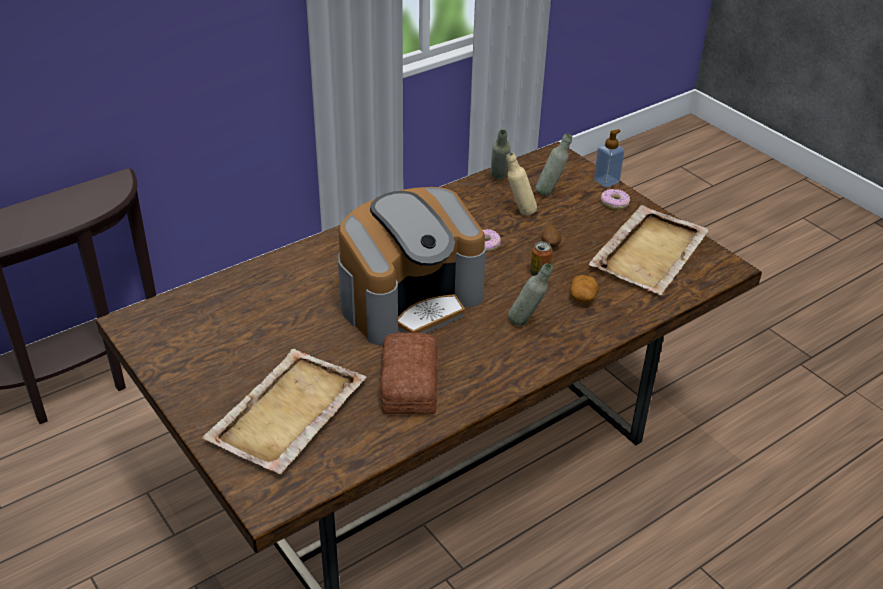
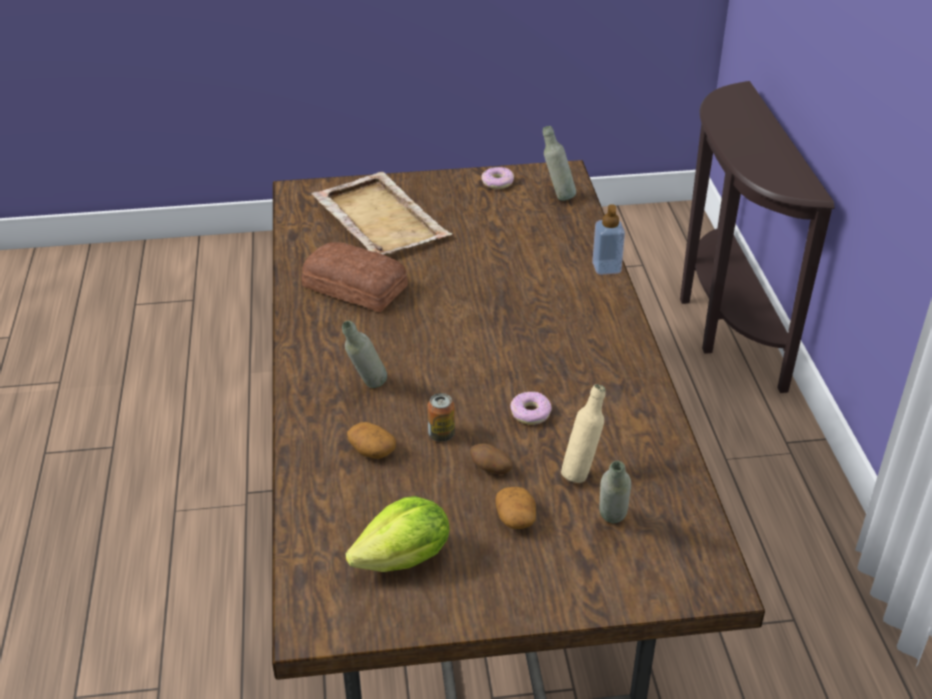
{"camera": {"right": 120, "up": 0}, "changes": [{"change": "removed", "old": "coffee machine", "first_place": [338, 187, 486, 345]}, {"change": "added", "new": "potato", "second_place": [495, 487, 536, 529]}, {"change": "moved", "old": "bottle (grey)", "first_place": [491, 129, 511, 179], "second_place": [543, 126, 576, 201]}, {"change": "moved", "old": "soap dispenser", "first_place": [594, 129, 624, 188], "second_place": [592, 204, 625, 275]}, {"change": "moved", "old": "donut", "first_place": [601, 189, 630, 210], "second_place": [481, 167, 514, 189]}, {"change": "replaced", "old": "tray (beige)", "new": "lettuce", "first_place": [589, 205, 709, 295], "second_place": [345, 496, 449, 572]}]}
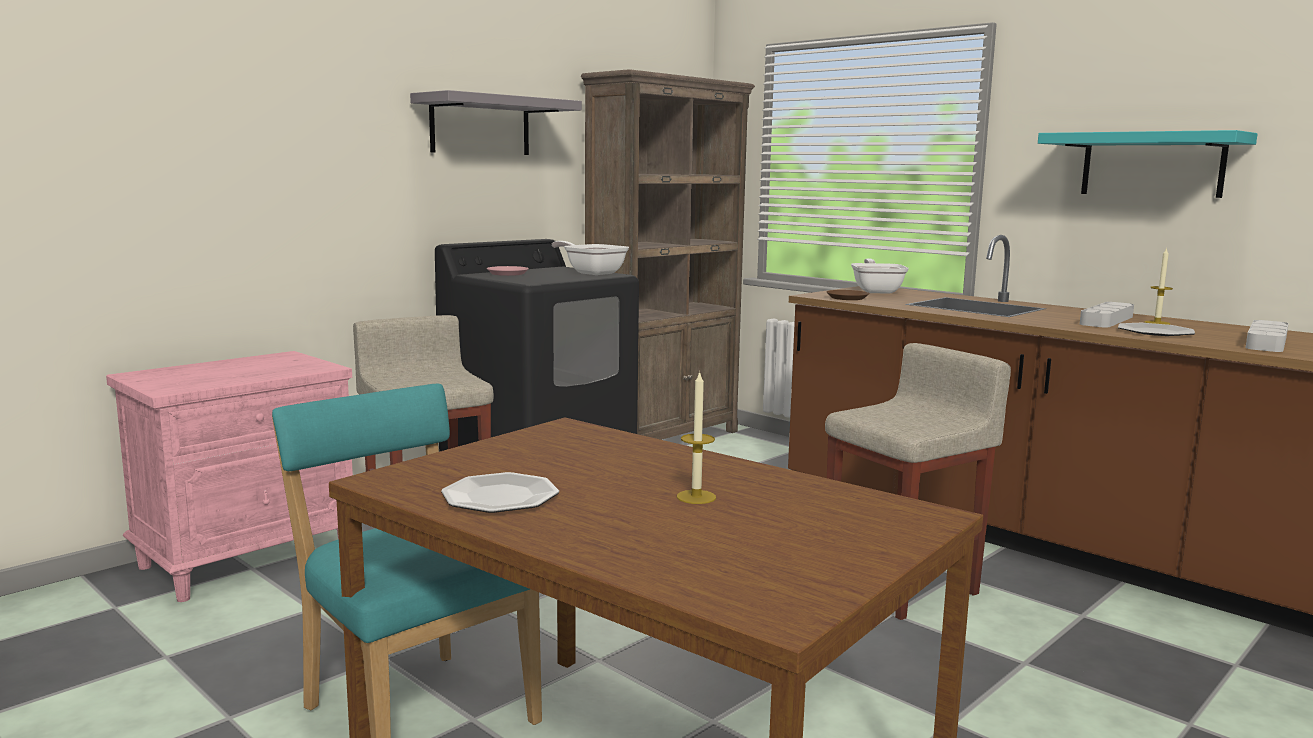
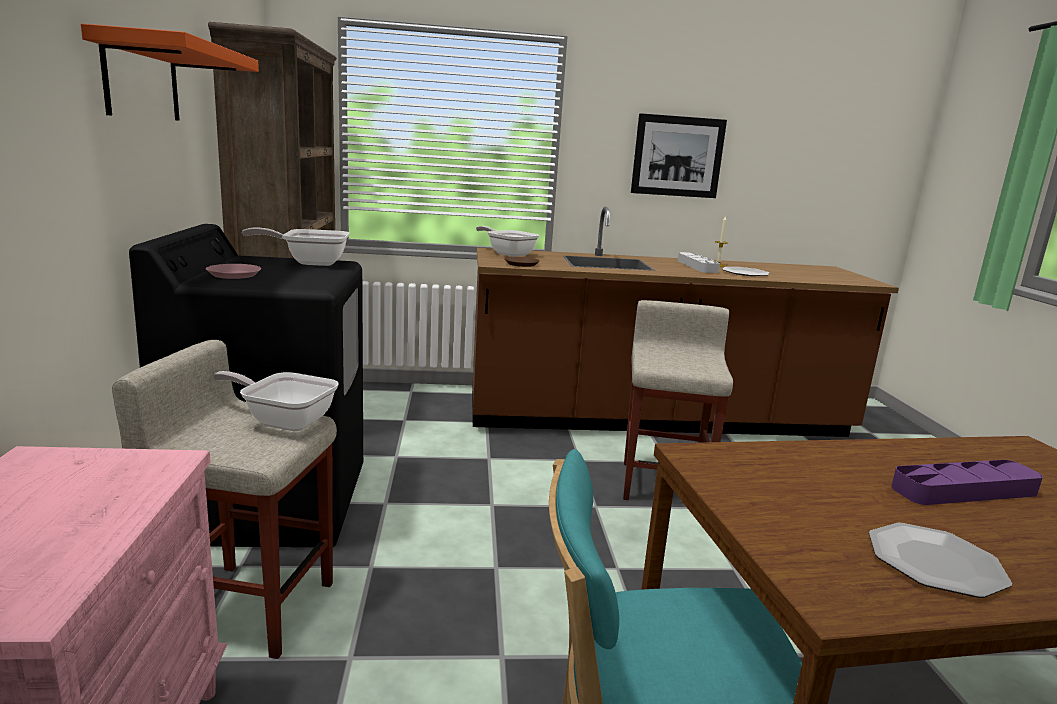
{"camera": {"right": -50, "up": 5}, "changes": [{"change": "removed", "old": "tray (grey)", "first_place": [1246, 320, 1289, 352]}, {"change": "added", "new": "frying pan", "second_place": [213, 371, 339, 431]}, {"change": "replaced", "old": "candle", "new": "tray (purple)", "first_place": [677, 371, 716, 504], "second_place": [891, 460, 1043, 505]}, {"change": "replaced", "old": "shelf (turquoise)", "new": "picture", "first_place": [1038, 130, 1258, 198], "second_place": [631, 113, 727, 198]}, {"change": "recoloured", "old": "shelf (grey)", "new": "shelf (orange)", "first_place": [410, 90, 582, 155], "second_place": [81, 23, 259, 121]}]}
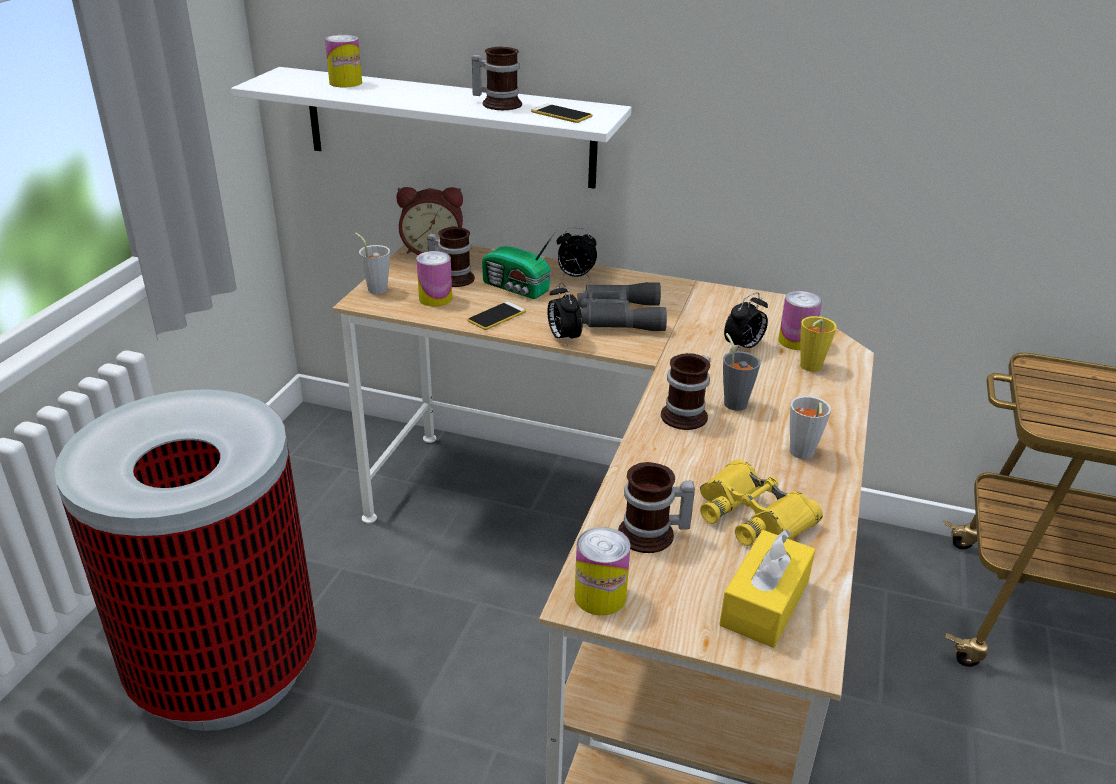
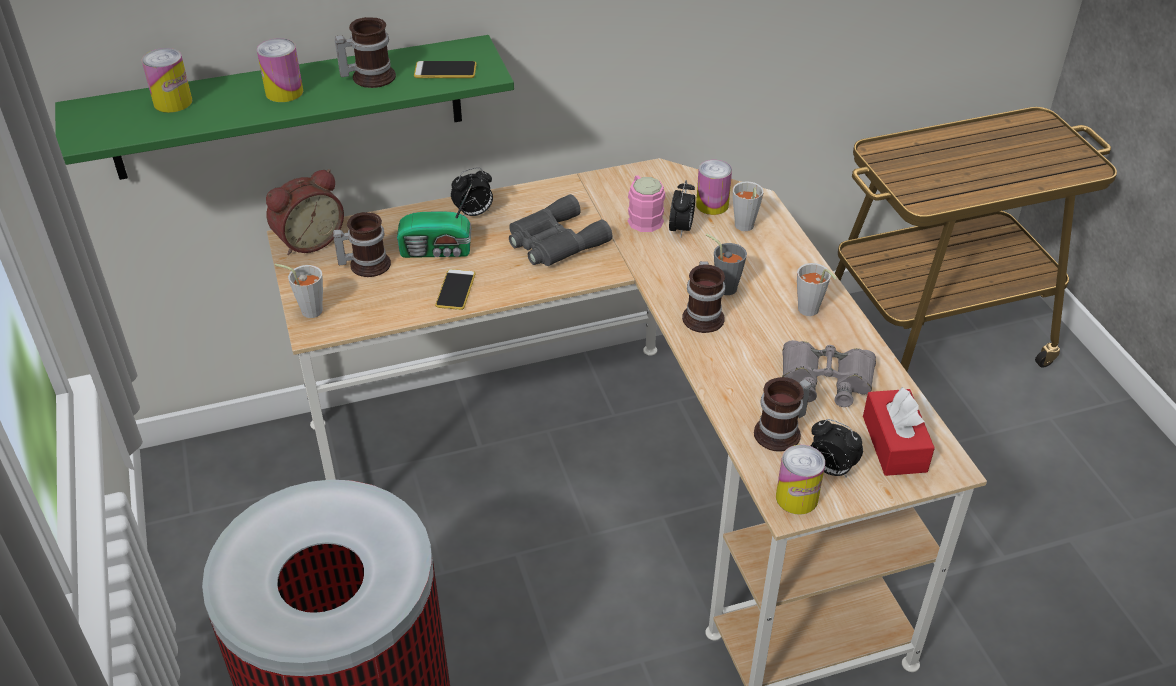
{"camera": {"right": -35, "up": 10}, "changes": [{"change": "added", "new": "mug (pink)", "second_place": [628, 175, 665, 232]}, {"change": "moved", "old": "can", "first_place": [416, 251, 452, 306], "second_place": [257, 38, 303, 102]}, {"change": "moved", "old": "alarm clock", "first_place": [547, 282, 583, 346], "second_place": [811, 419, 863, 478]}, {"change": "recoloured", "old": "shelf (white)", "new": "shelf (green)", "first_place": [231, 67, 632, 189], "second_place": [55, 35, 514, 180]}, {"change": "recoloured", "old": "binoculars (yellow)", "new": "binoculars (grey)", "first_place": [700, 459, 823, 546], "second_place": [782, 340, 876, 407]}, {"change": "recoloured", "old": "tissue box (yellow)", "new": "tissue box (red)", "first_place": [719, 529, 815, 648], "second_place": [863, 387, 935, 476]}, {"change": "recoloured", "old": "cup (yellow)", "new": "cup (grey)", "first_place": [800, 316, 837, 372], "second_place": [733, 181, 764, 231]}]}
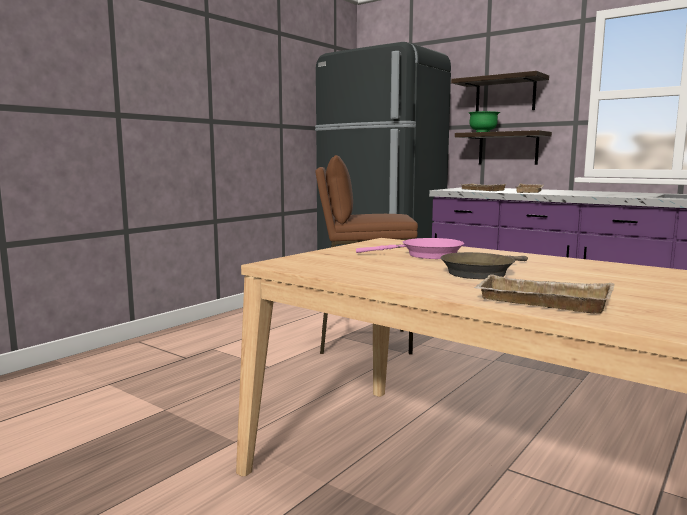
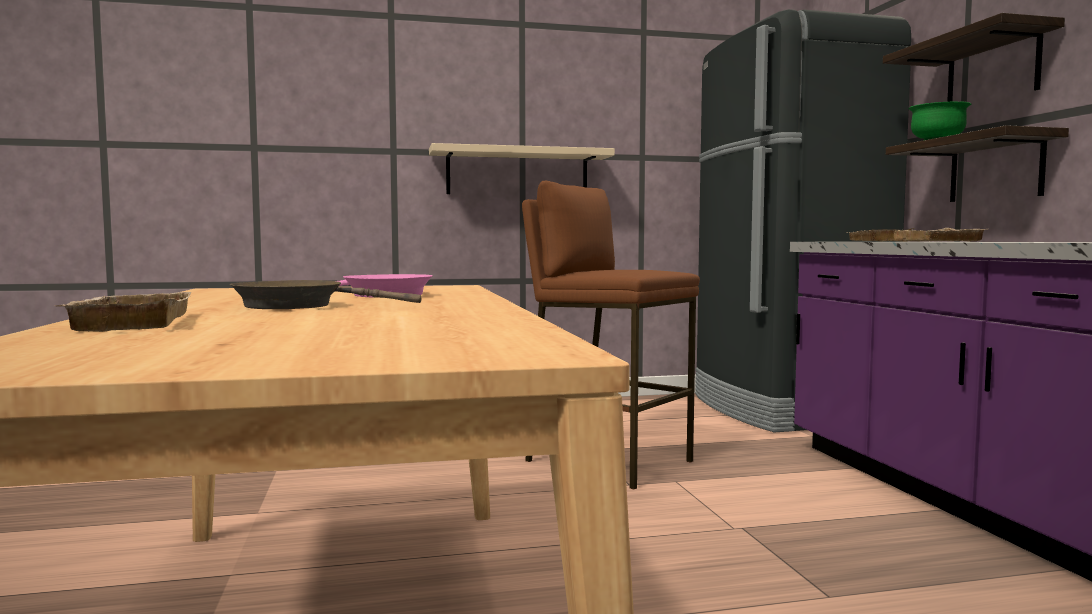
{"camera": {"right": 40, "up": -5}, "changes": [{"change": "added", "new": "shelf (beige)", "second_place": [429, 143, 615, 194]}]}
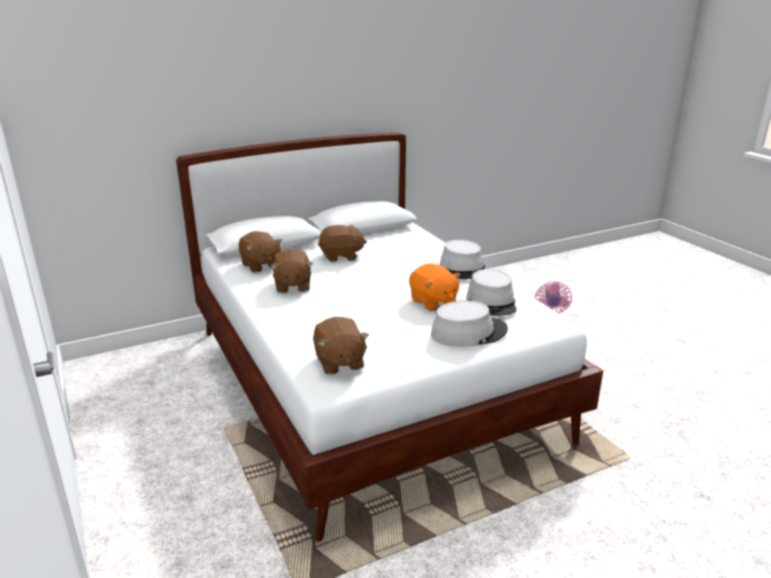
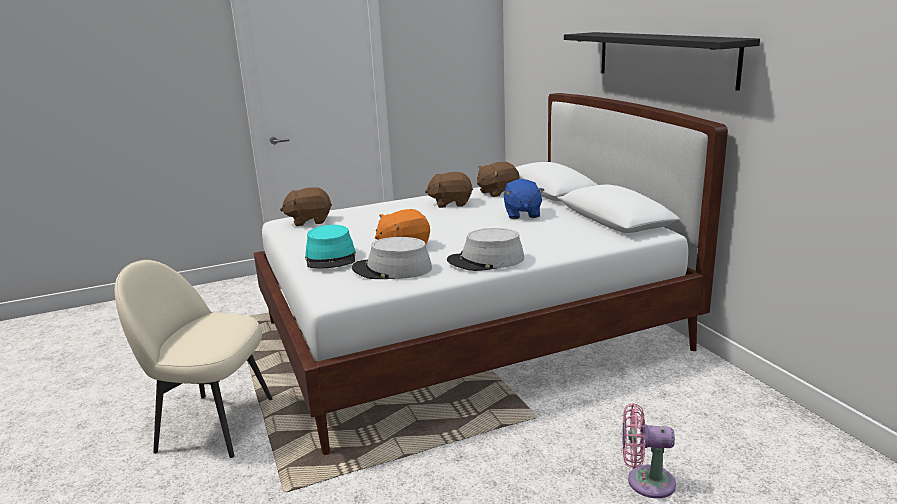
{"camera": {"right": 95, "up": -5}, "changes": [{"change": "added", "new": "chair (beige)", "second_place": [115, 260, 273, 458]}, {"change": "added", "new": "shelf (black)", "second_place": [564, 32, 760, 91]}, {"change": "recoloured", "old": "plush toy (brown)", "new": "plush toy (blue)", "first_place": [318, 224, 367, 262], "second_place": [504, 179, 544, 219]}, {"change": "recoloured", "old": "hat (grey)", "new": "hat (turquoise)", "first_place": [431, 301, 508, 347], "second_place": [305, 225, 356, 268]}]}
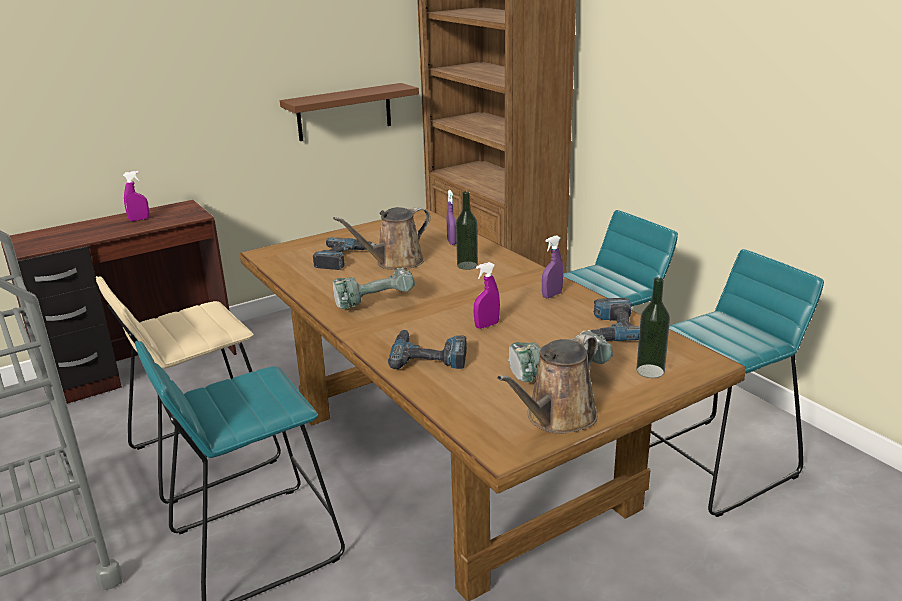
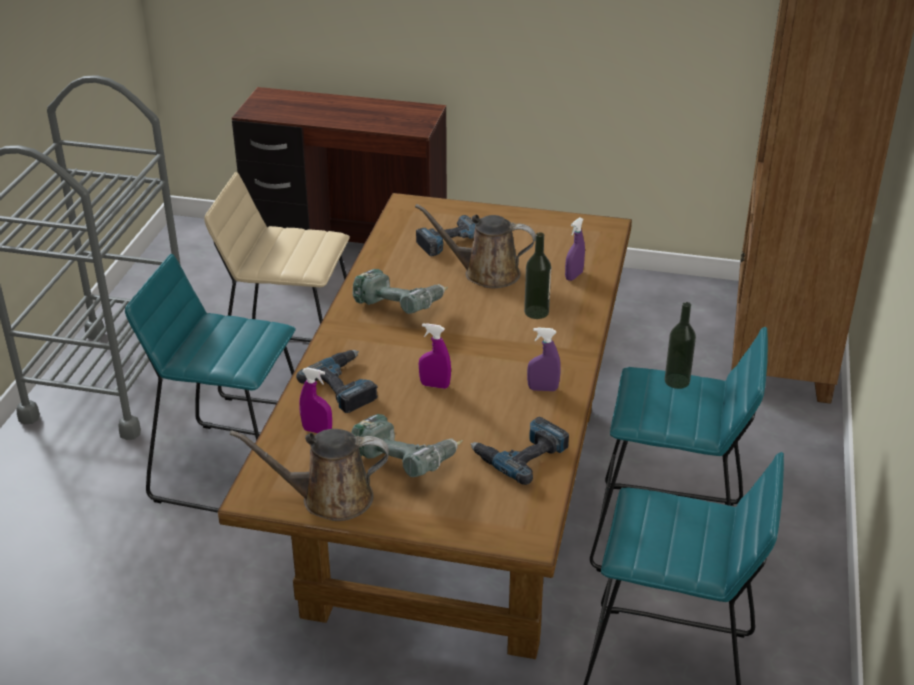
{"camera": {"right": 45, "up": 10}, "changes": [{"change": "removed", "old": "shelf (brown)", "first_place": [280, 83, 419, 141]}, {"change": "moved", "old": "spray bottle (purple)", "first_place": [123, 171, 149, 221], "second_place": [300, 367, 332, 433]}, {"change": "moved", "old": "bottle", "first_place": [636, 277, 670, 378], "second_place": [664, 302, 696, 389]}]}
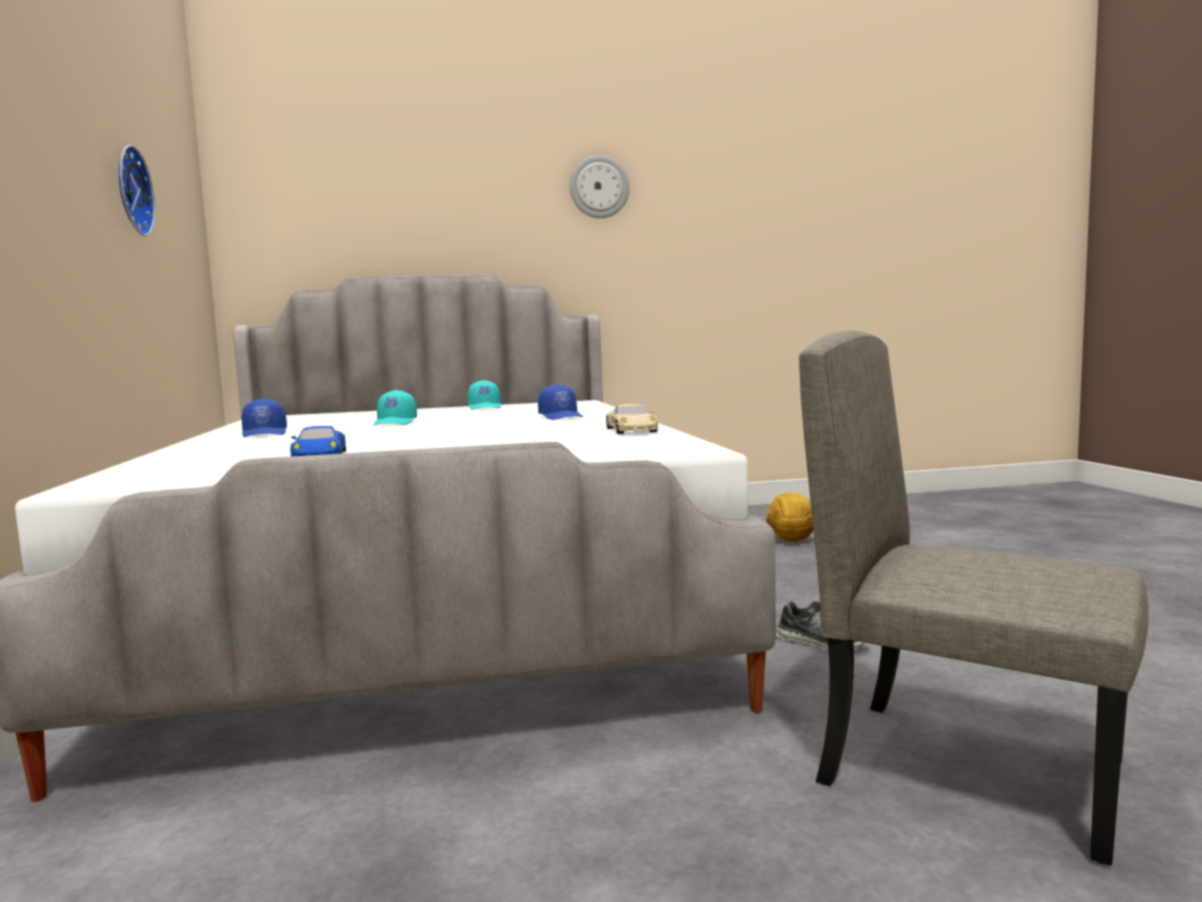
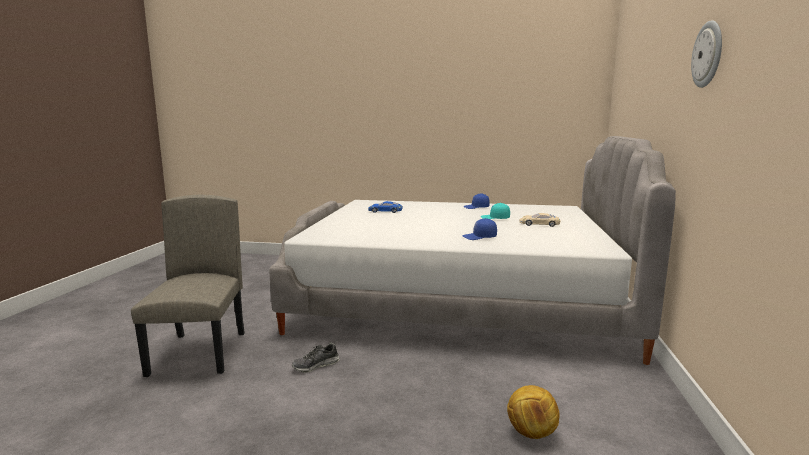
{"camera": {"right": 110, "up": 5}, "changes": [{"change": "removed", "old": "wall clock", "first_place": [119, 145, 155, 236]}, {"change": "removed", "old": "cap (turquoise)", "first_place": [468, 380, 501, 410]}, {"change": "moved", "old": "toy car (beige)", "first_place": [606, 404, 658, 434], "second_place": [519, 213, 560, 227]}, {"change": "turned", "old": "chair (beige)", "first_place": [799, 330, 1149, 865], "second_place": [131, 195, 245, 377], "degrees": -60}]}
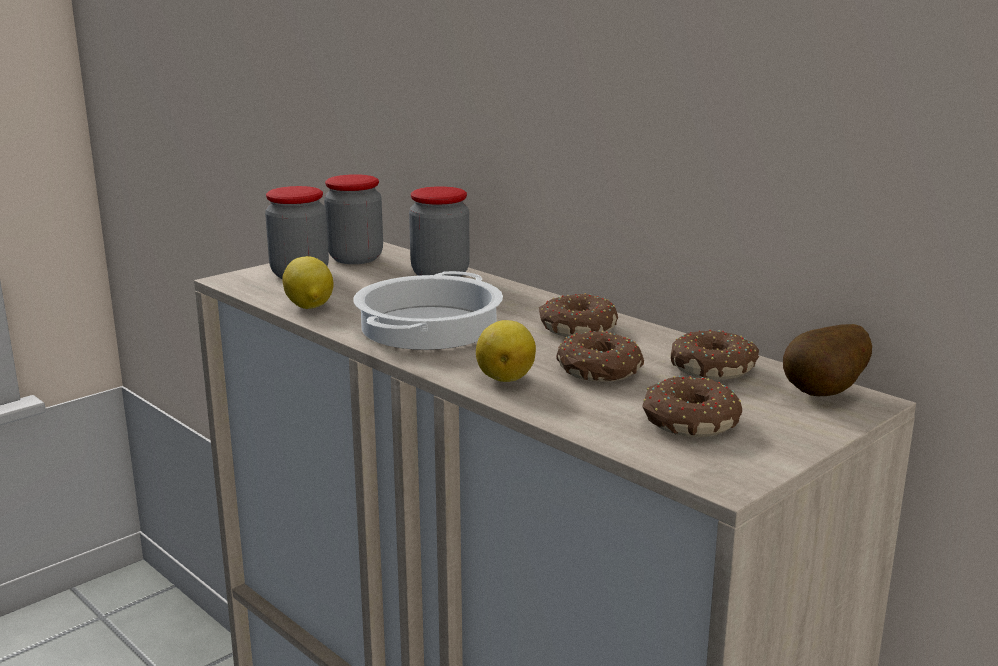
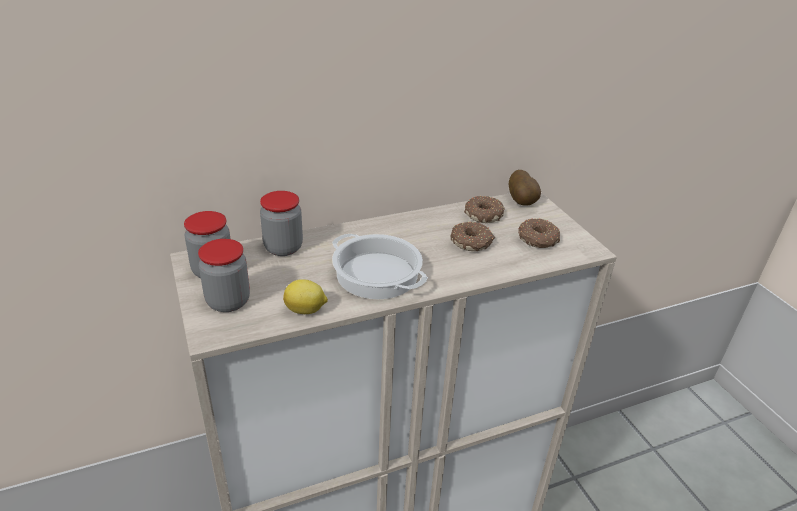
{"camera": {"right": -70, "up": 15}, "changes": [{"change": "removed", "old": "lemon", "first_place": [476, 320, 536, 382]}, {"change": "removed", "old": "donut", "first_place": [539, 293, 618, 337]}]}
